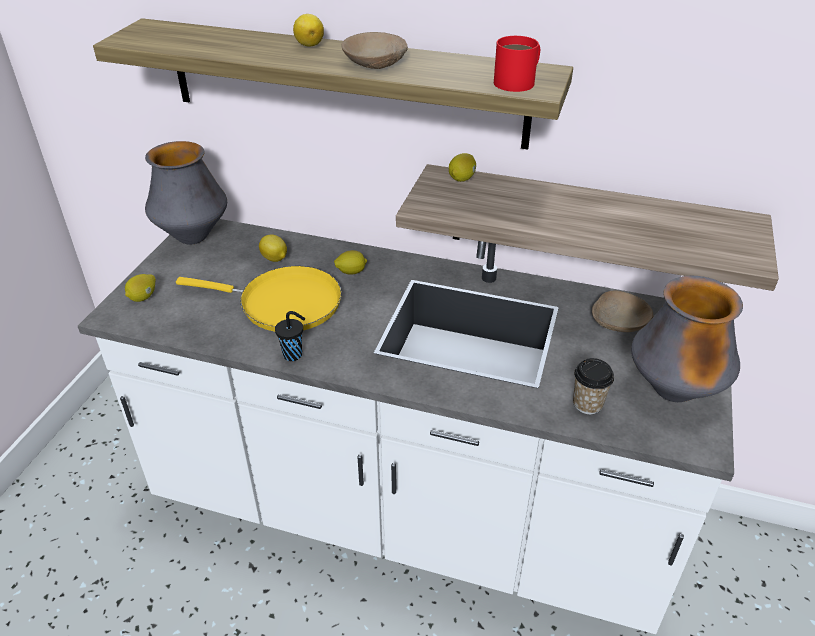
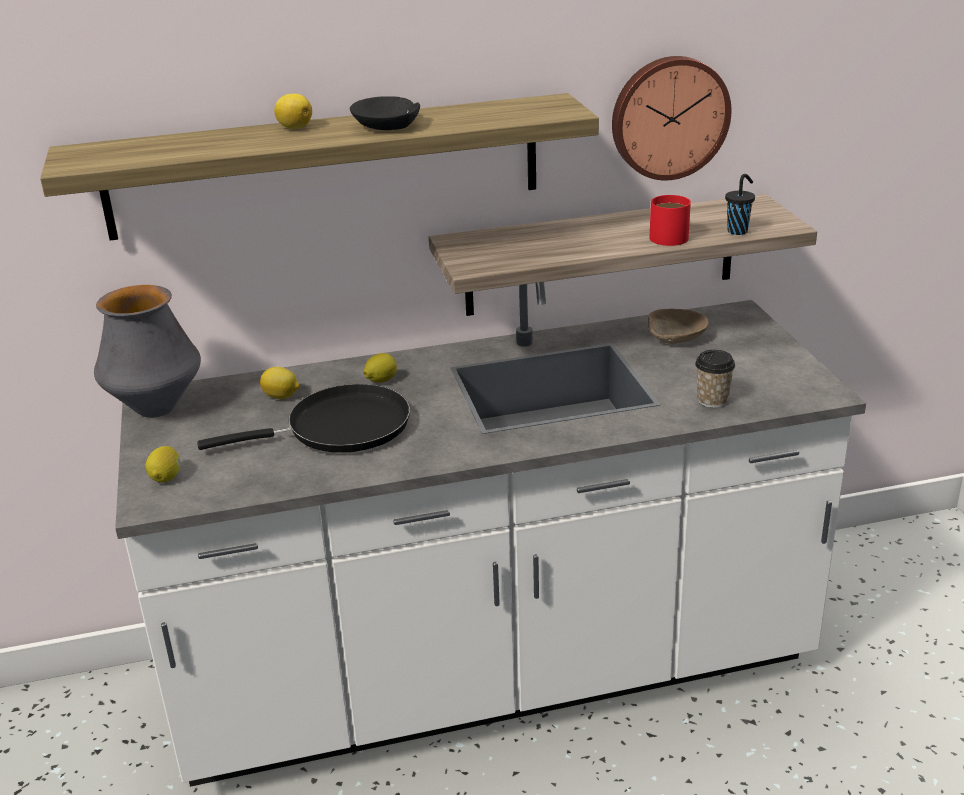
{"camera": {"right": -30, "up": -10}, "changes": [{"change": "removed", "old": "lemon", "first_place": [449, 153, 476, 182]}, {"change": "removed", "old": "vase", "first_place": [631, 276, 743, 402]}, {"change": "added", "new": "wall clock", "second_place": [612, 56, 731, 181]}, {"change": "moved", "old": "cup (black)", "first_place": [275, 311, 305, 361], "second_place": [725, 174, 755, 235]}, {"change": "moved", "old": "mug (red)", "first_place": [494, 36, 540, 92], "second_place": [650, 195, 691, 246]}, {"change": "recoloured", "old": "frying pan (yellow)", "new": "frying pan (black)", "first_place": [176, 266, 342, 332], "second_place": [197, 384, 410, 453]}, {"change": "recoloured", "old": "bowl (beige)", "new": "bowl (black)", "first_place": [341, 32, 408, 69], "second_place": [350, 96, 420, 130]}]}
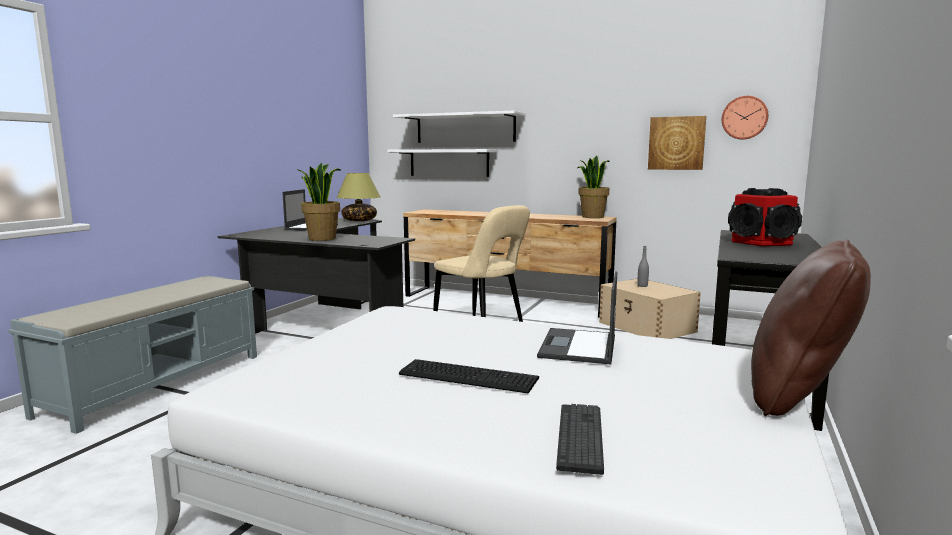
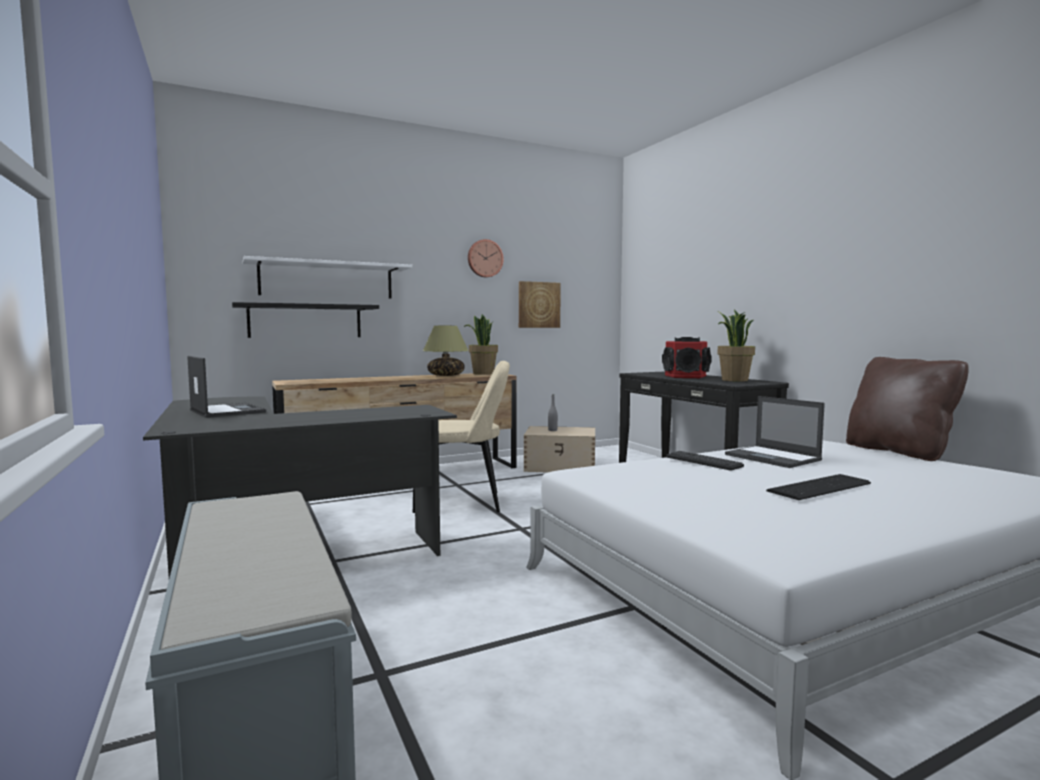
{"camera": {"right": -50, "up": -5}, "changes": [{"change": "moved", "old": "potted plant", "first_place": [296, 162, 341, 241], "second_place": [717, 309, 755, 382]}, {"change": "moved", "old": "table lamp", "first_place": [336, 173, 380, 221], "second_place": [423, 326, 469, 376]}, {"change": "moved", "old": "keyboard", "first_place": [556, 404, 604, 475], "second_place": [666, 451, 744, 471]}, {"change": "moved", "old": "wall clock", "first_place": [722, 96, 768, 140], "second_place": [468, 239, 504, 277]}, {"change": "recoloured", "old": "shelf (white)", "new": "shelf (black)", "first_place": [387, 149, 498, 177], "second_place": [232, 302, 379, 338]}]}
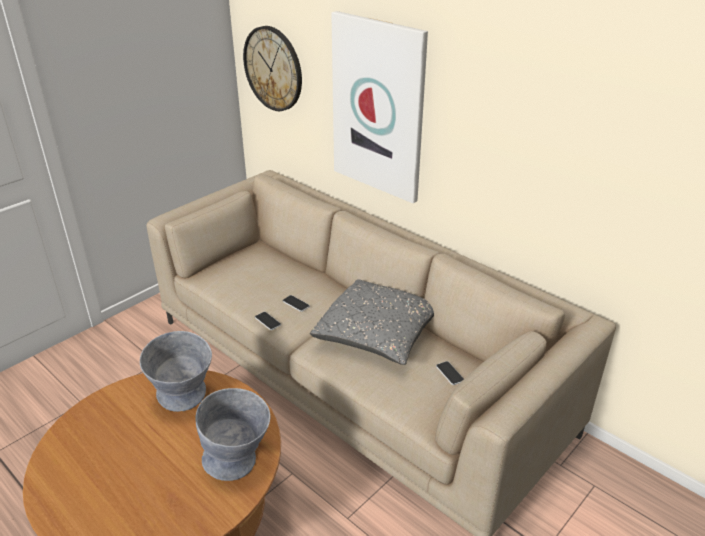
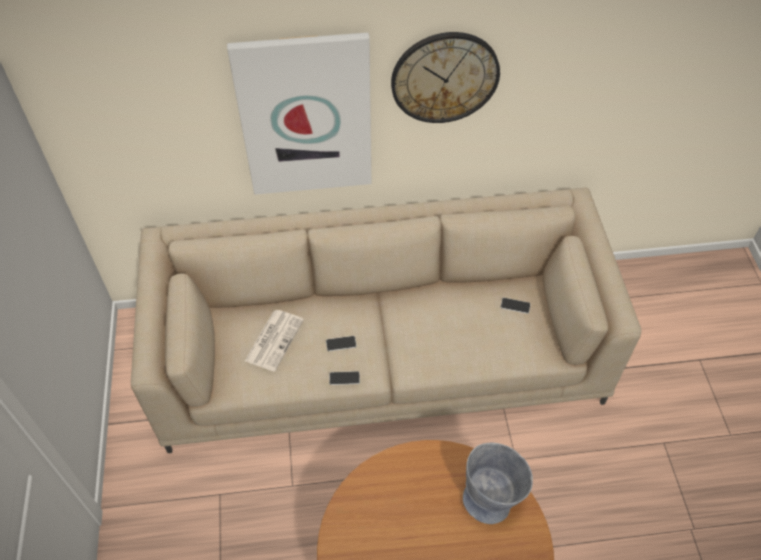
{"camera": {"right": -50, "up": 20}, "changes": [{"change": "removed", "old": "bowl (grey)", "first_place": [140, 331, 212, 412]}, {"change": "removed", "old": "pillow (grey)", "first_place": [310, 279, 434, 365]}, {"change": "added", "new": "newspaper", "second_place": [245, 310, 304, 372]}, {"change": "moved", "old": "wall clock", "first_place": [243, 26, 302, 111], "second_place": [391, 32, 500, 123]}]}
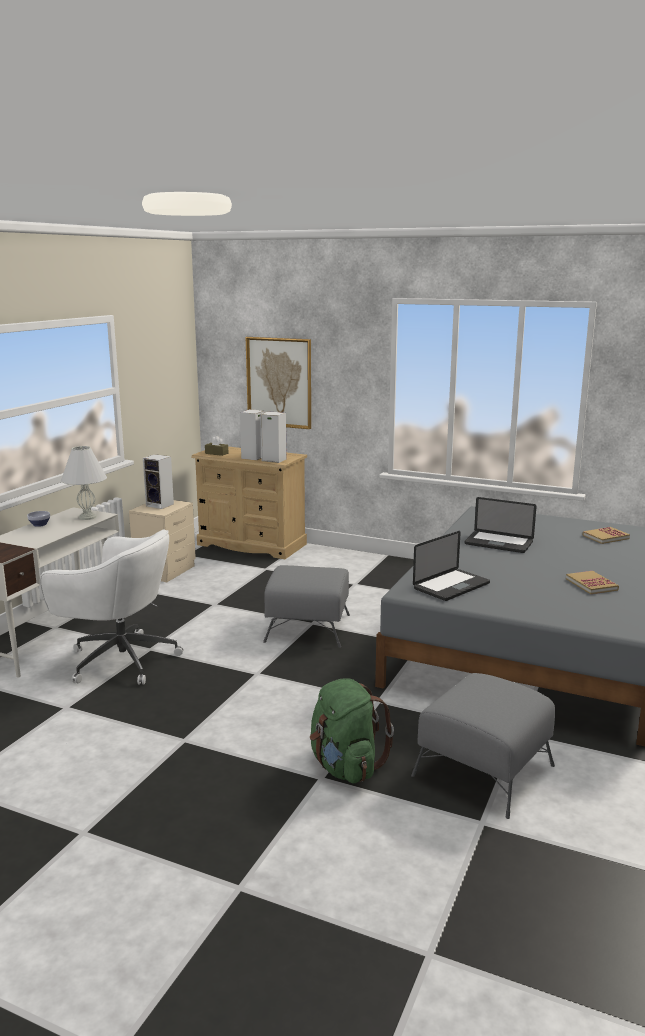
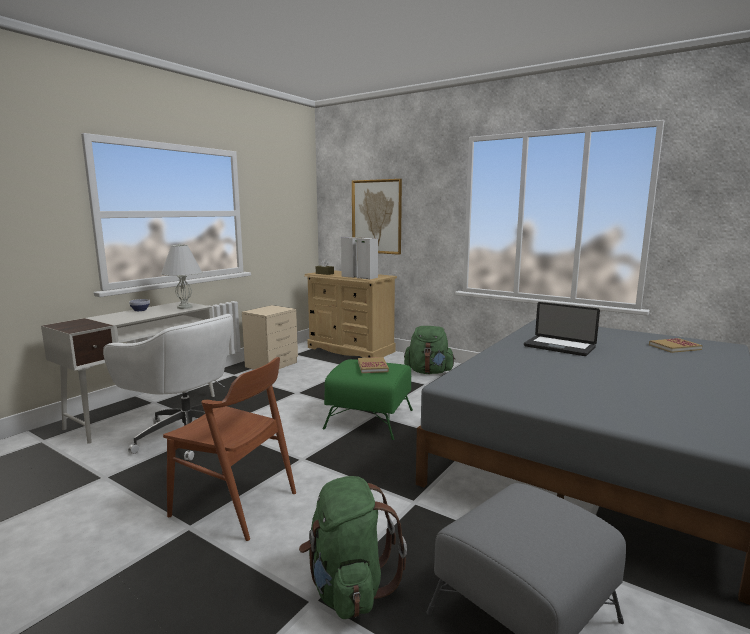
{"camera": {"right": 10, "up": -5}, "changes": [{"change": "removed", "old": "speaker", "first_place": [143, 454, 174, 509]}, {"change": "removed", "old": "laptop", "first_place": [413, 531, 490, 601]}, {"change": "added", "new": "chair (brown)", "second_place": [163, 357, 296, 541]}, {"change": "added", "new": "backpack (green)", "second_place": [404, 326, 455, 374]}, {"change": "moved", "old": "book", "first_place": [566, 571, 619, 594], "second_place": [358, 357, 389, 373]}, {"change": "recoloured", "old": "ottoman (grey)", "new": "ottoman (green)", "first_place": [263, 565, 350, 648], "second_place": [323, 359, 413, 440]}]}
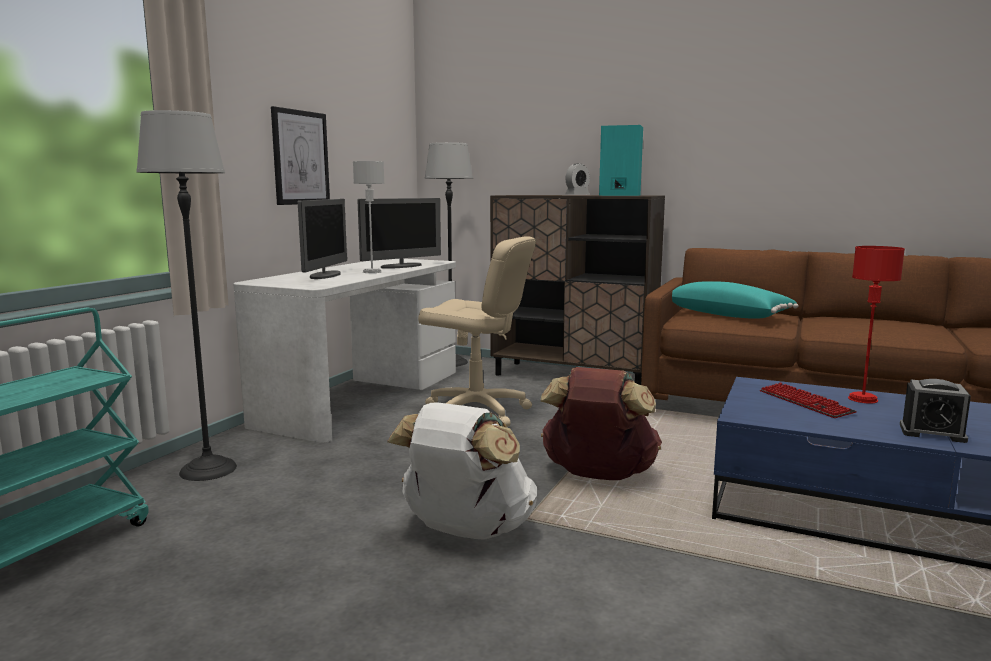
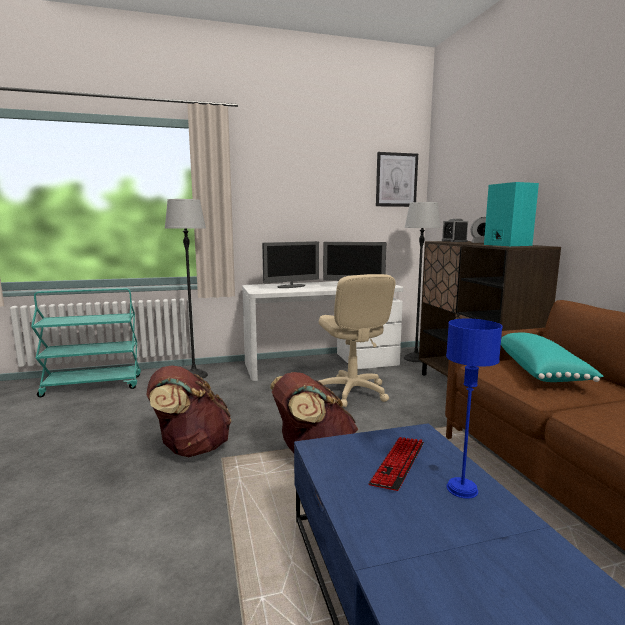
{"camera": {"right": 50, "up": 0}, "changes": [{"change": "removed", "old": "table lamp (grey)", "first_place": [353, 161, 385, 273]}, {"change": "moved", "old": "picture", "first_place": [271, 106, 330, 205], "second_place": [376, 152, 418, 207]}, {"change": "moved", "old": "alarm clock", "first_place": [900, 379, 971, 443], "second_place": [442, 219, 468, 242]}, {"change": "recoloured", "old": "backpack (white)", "new": "backpack (brown)", "first_place": [387, 402, 537, 540], "second_place": [146, 366, 231, 457]}, {"change": "recoloured", "old": "table lamp (red)", "new": "table lamp (blue)", "first_place": [848, 246, 905, 403], "second_place": [446, 319, 503, 499]}]}
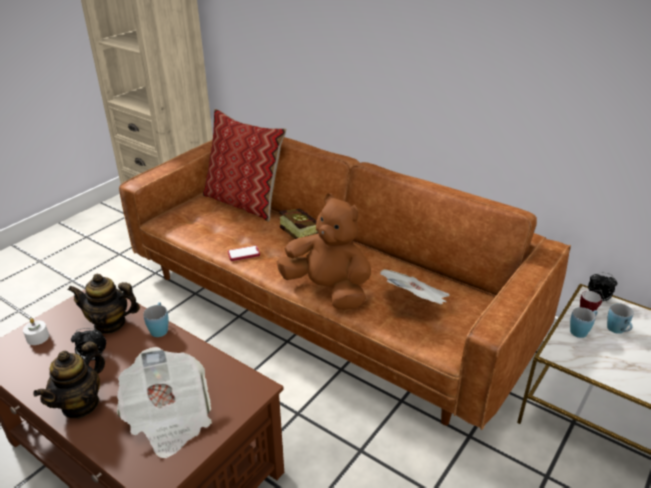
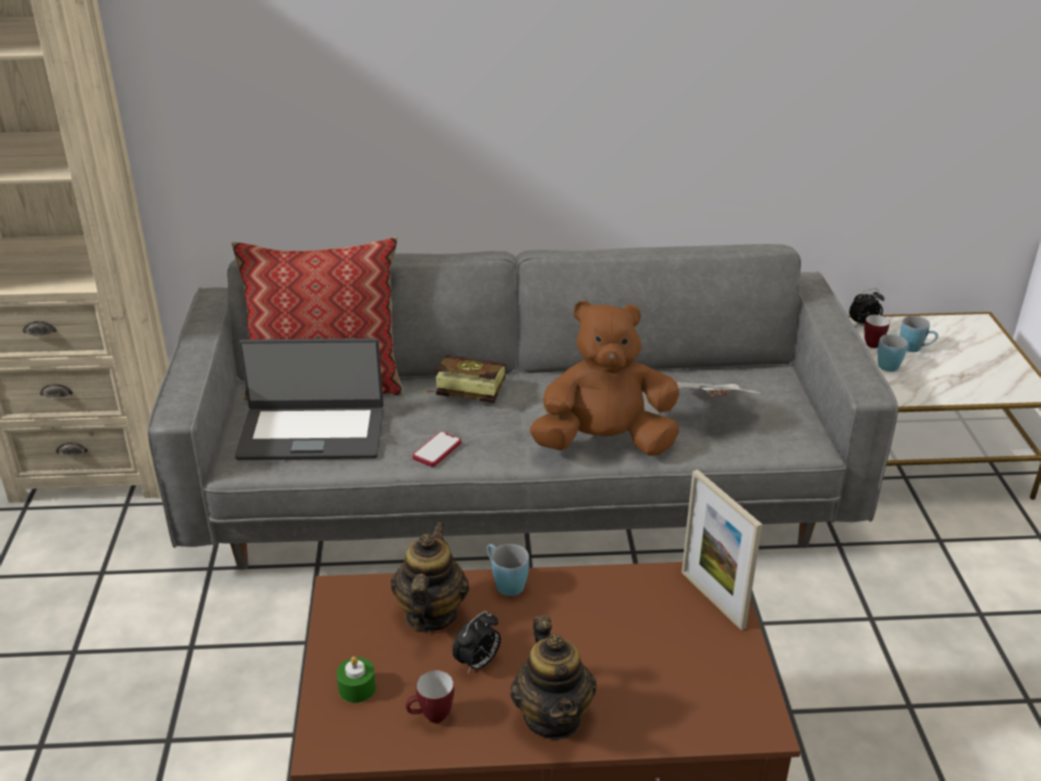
{"camera": {"right": -40, "up": 0}, "changes": [{"change": "removed", "old": "newspaper", "first_place": [117, 347, 212, 458]}, {"change": "added", "new": "laptop", "second_place": [235, 338, 383, 460]}, {"change": "added", "new": "mug", "second_place": [406, 670, 454, 723]}, {"change": "added", "new": "picture frame", "second_place": [682, 469, 762, 630]}, {"change": "recoloured", "old": "candle (white)", "new": "candle (green)", "first_place": [23, 318, 49, 345], "second_place": [336, 656, 376, 703]}, {"change": "recoloured", "old": "sofa (brown)", "new": "sofa (grey)", "first_place": [119, 137, 571, 430], "second_place": [147, 244, 898, 570]}, {"change": "turned", "old": "teapot", "first_place": [68, 274, 140, 334], "second_place": [391, 522, 469, 632], "degrees": 135}]}
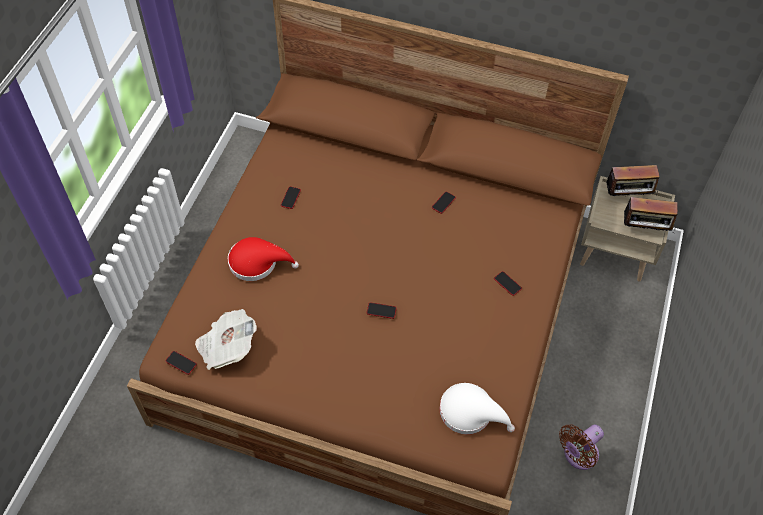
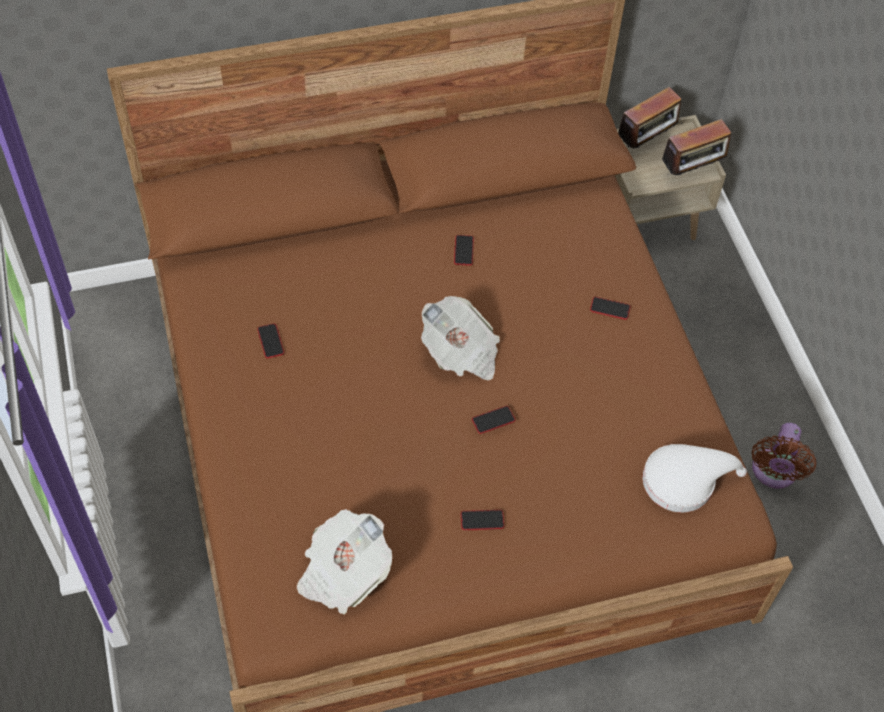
{"camera": {"right": -35, "up": 0}, "changes": [{"change": "removed", "old": "hat (red)", "first_place": [228, 237, 299, 281]}, {"change": "added", "new": "newspaper", "second_place": [421, 296, 500, 380]}, {"change": "moved", "old": "phone", "first_place": [165, 351, 197, 375], "second_place": [461, 510, 504, 530]}]}
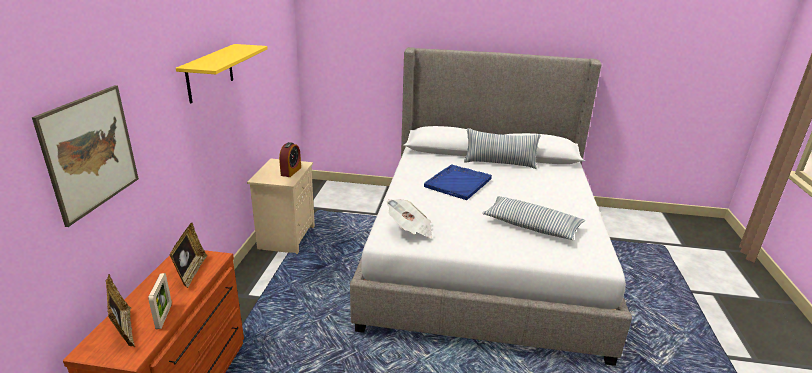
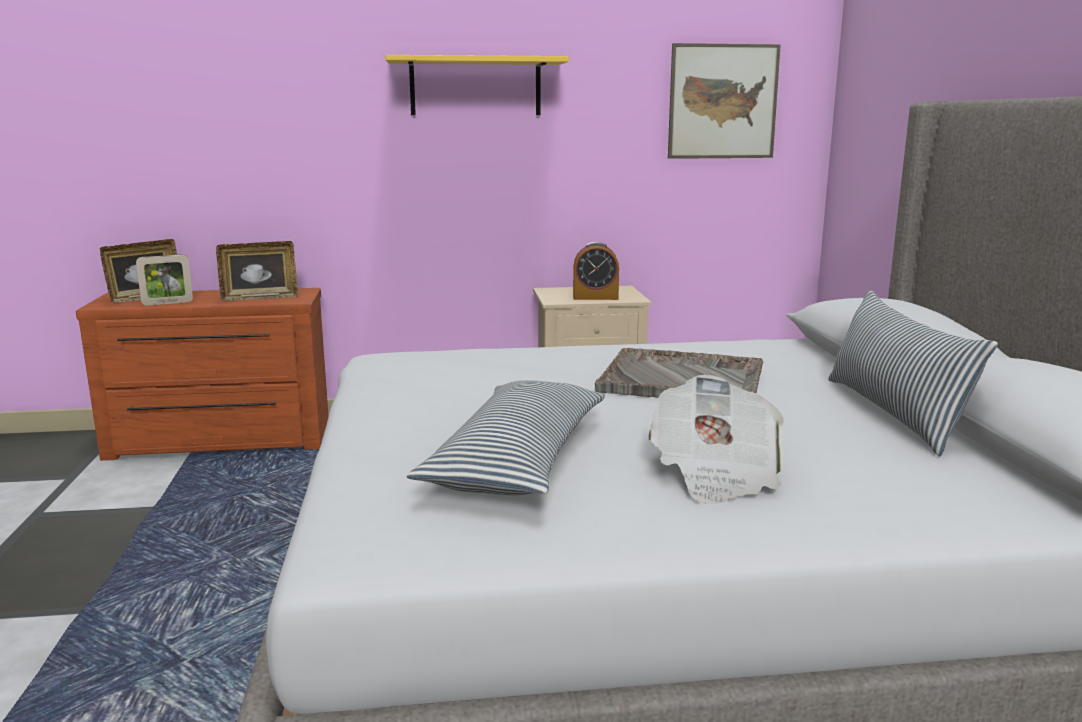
{"camera": {"right": 75, "up": -10}, "changes": [{"change": "moved", "old": "picture", "first_place": [32, 85, 139, 227], "second_place": [668, 43, 781, 159]}, {"change": "moved", "old": "newspaper", "first_place": [387, 199, 432, 238], "second_place": [648, 375, 784, 504]}, {"change": "recoloured", "old": "tray (blue)", "new": "tray (grey)", "first_place": [424, 164, 492, 200], "second_place": [595, 348, 763, 398]}]}
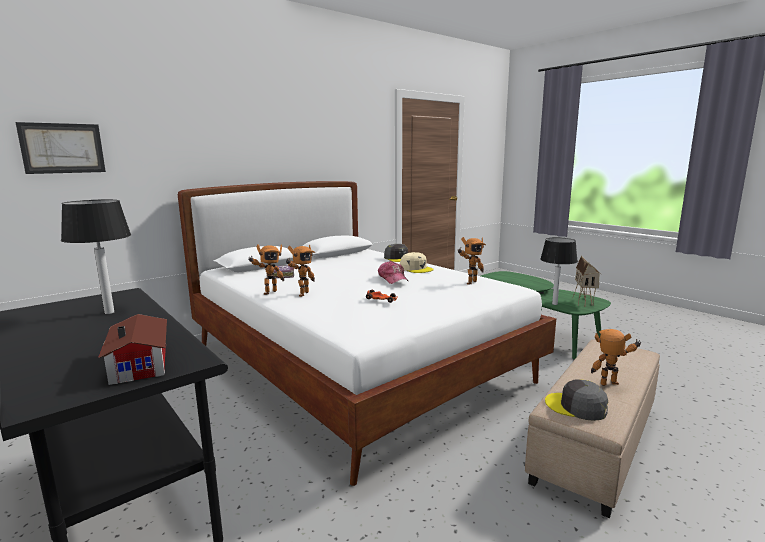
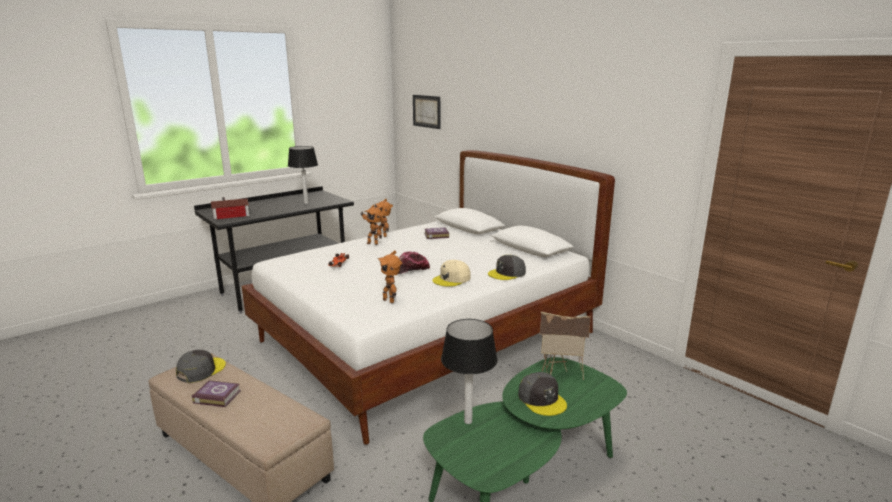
{"camera": {"right": 90, "up": 5}, "changes": [{"change": "added", "new": "cap (grey)", "second_place": [518, 372, 567, 416]}, {"change": "moved", "old": "toy house", "first_place": [573, 255, 601, 307], "second_place": [540, 312, 591, 380]}, {"change": "replaced", "old": "toy robot", "new": "book", "first_place": [591, 329, 642, 386], "second_place": [192, 381, 241, 407]}]}
